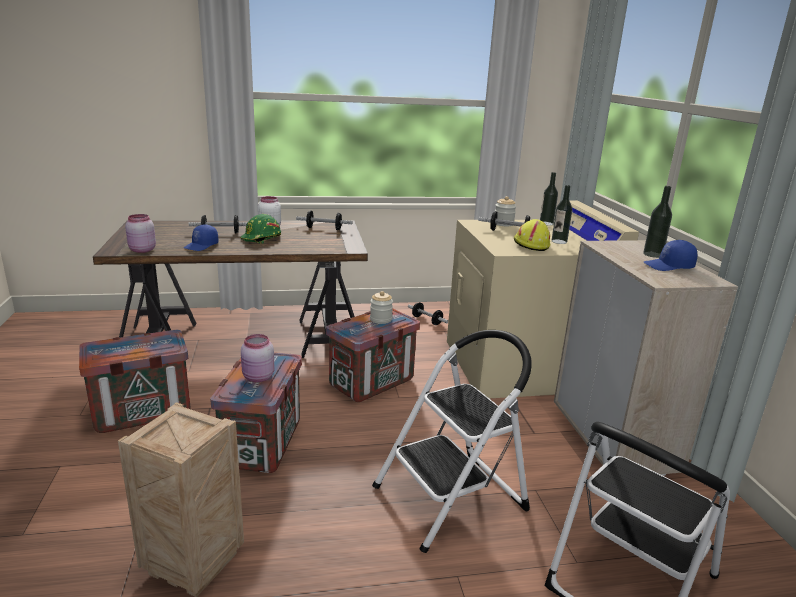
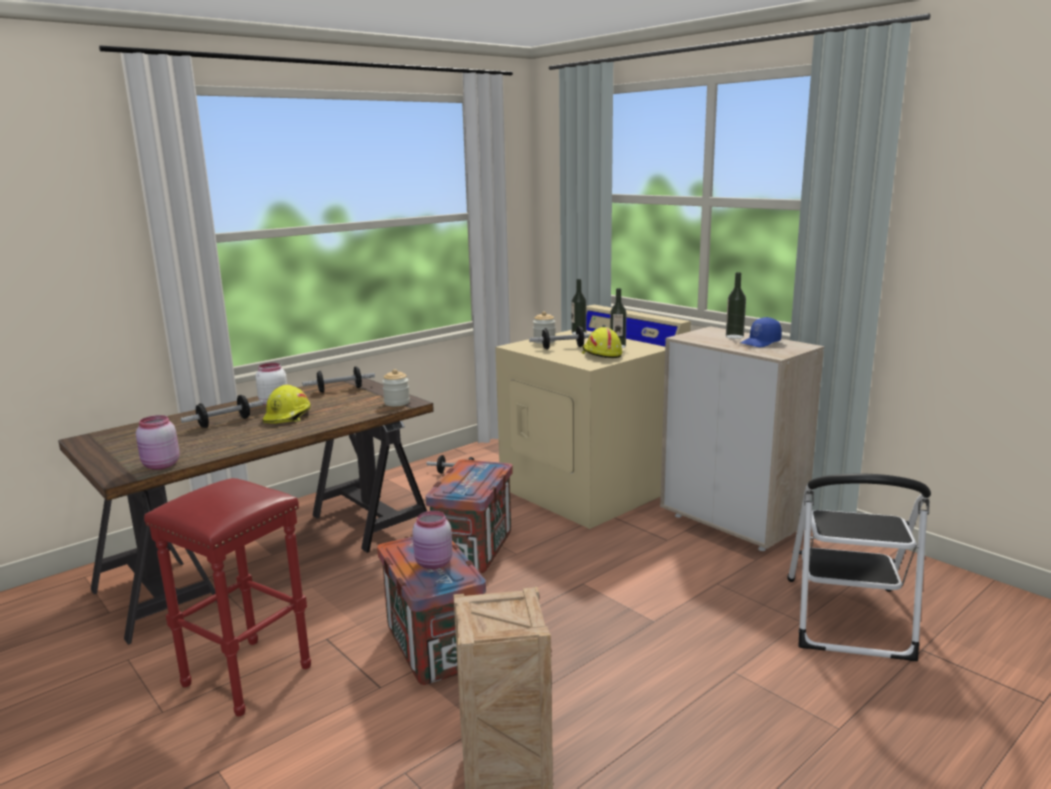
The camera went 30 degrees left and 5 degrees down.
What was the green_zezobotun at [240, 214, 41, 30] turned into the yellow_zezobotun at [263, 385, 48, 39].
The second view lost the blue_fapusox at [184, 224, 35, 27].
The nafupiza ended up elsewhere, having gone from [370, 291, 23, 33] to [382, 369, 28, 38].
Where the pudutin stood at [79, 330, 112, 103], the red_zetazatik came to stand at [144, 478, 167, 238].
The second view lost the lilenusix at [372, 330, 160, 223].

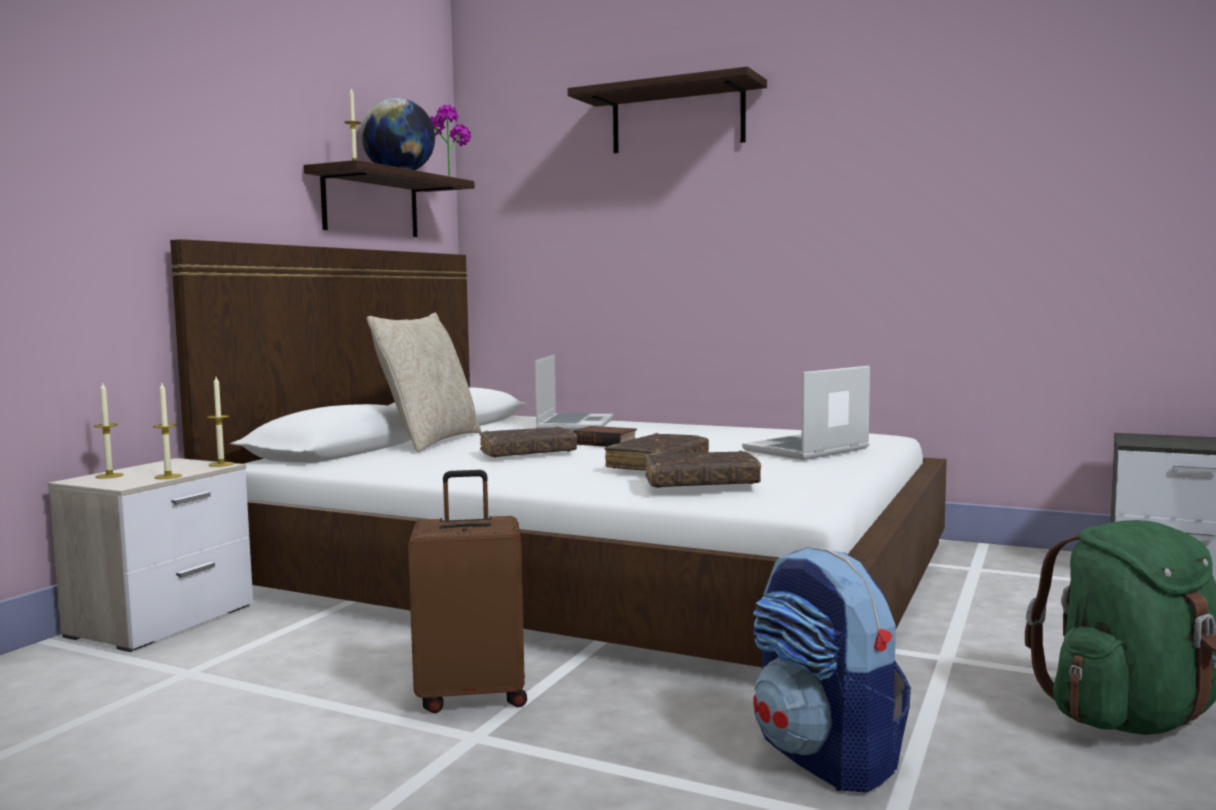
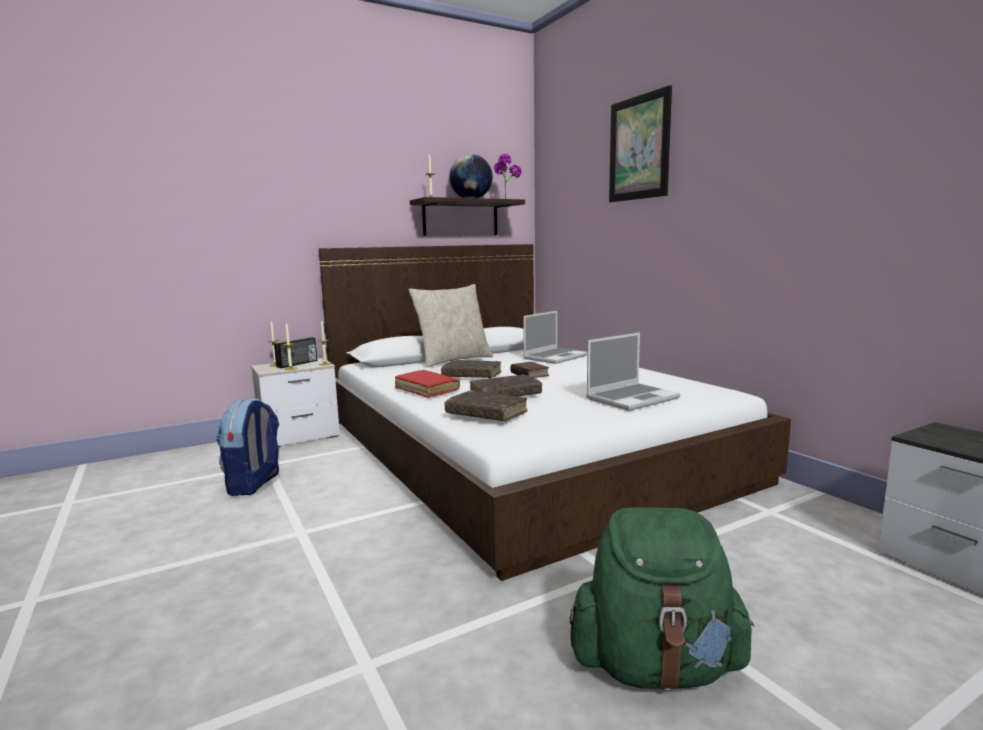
The camera went 35 degrees right and 5 degrees up.
Where the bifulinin hung at [568, 66, 199, 87], the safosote came to hang at [609, 85, 63, 117].
The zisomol at [742, 366, 128, 94] ended up facing another way, 150 degrees clockwise from before.
The second view lost the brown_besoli at [408, 470, 119, 243].
The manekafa ended up elsewhere, having gone from [753, 547, 158, 246] to [216, 397, 63, 99].
The second view gained the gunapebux at [274, 337, 43, 31].
The second view gained the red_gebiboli at [395, 370, 65, 28].

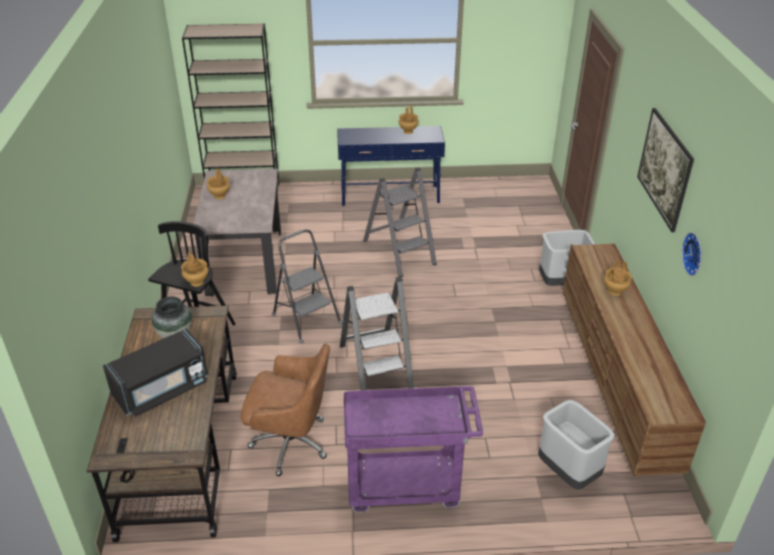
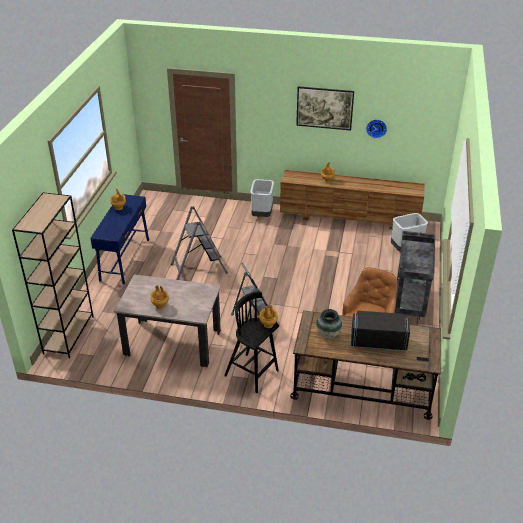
The camera went 75 degrees left and 0 degrees up.
The second view lost the grey_lilenusix at [340, 277, 74, 113].
The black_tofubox at [103, 328, 105, 89] ended up facing another way, 60 degrees counterclockwise from before.
What was the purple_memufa at [344, 386, 139, 127] turned into the grey_memufa at [395, 231, 40, 90].

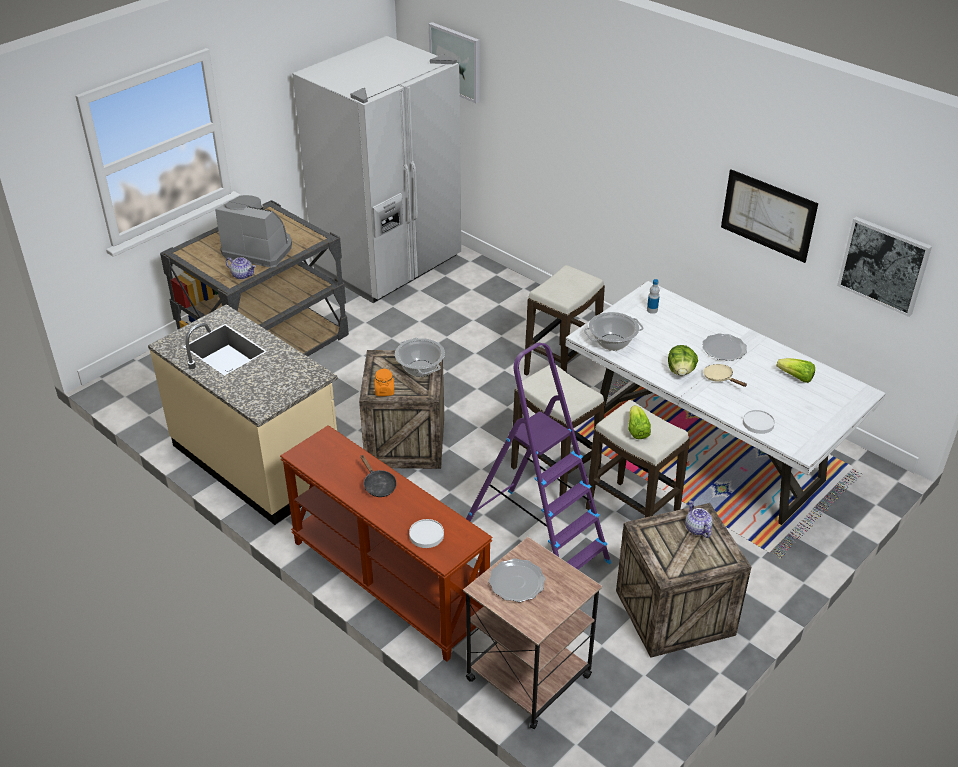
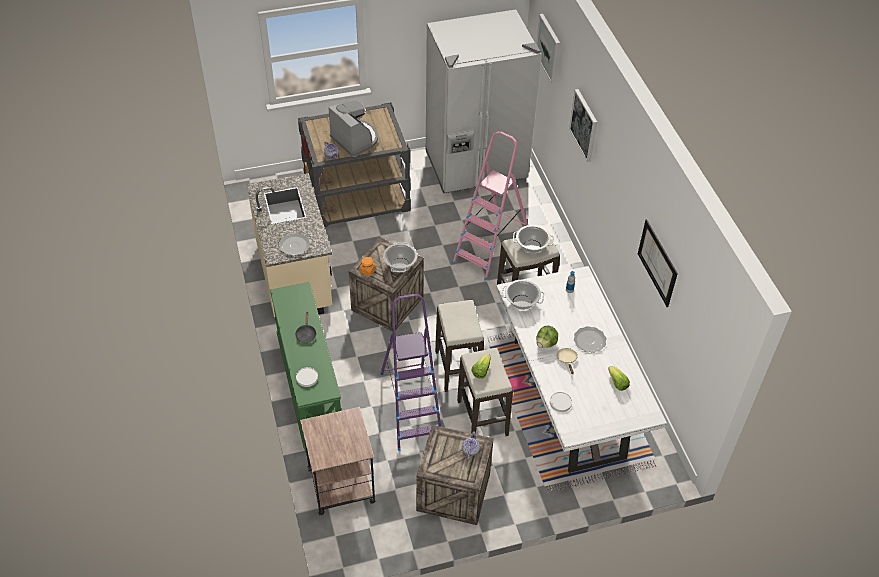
The camera went 30 degrees right and 10 degrees up.
The safosote ended up elsewhere, having gone from [837, 217, 95, 100] to [569, 89, 28, 73].
What was the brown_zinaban at [280, 425, 213, 237] turned into the green_zinaban at [270, 282, 71, 171].
The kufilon ended up elsewhere, having gone from [489, 558, 57, 44] to [279, 233, 31, 23].
The second view gained the pink_lilenusix at [452, 131, 76, 150].
The second view gained the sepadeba at [513, 225, 41, 28].

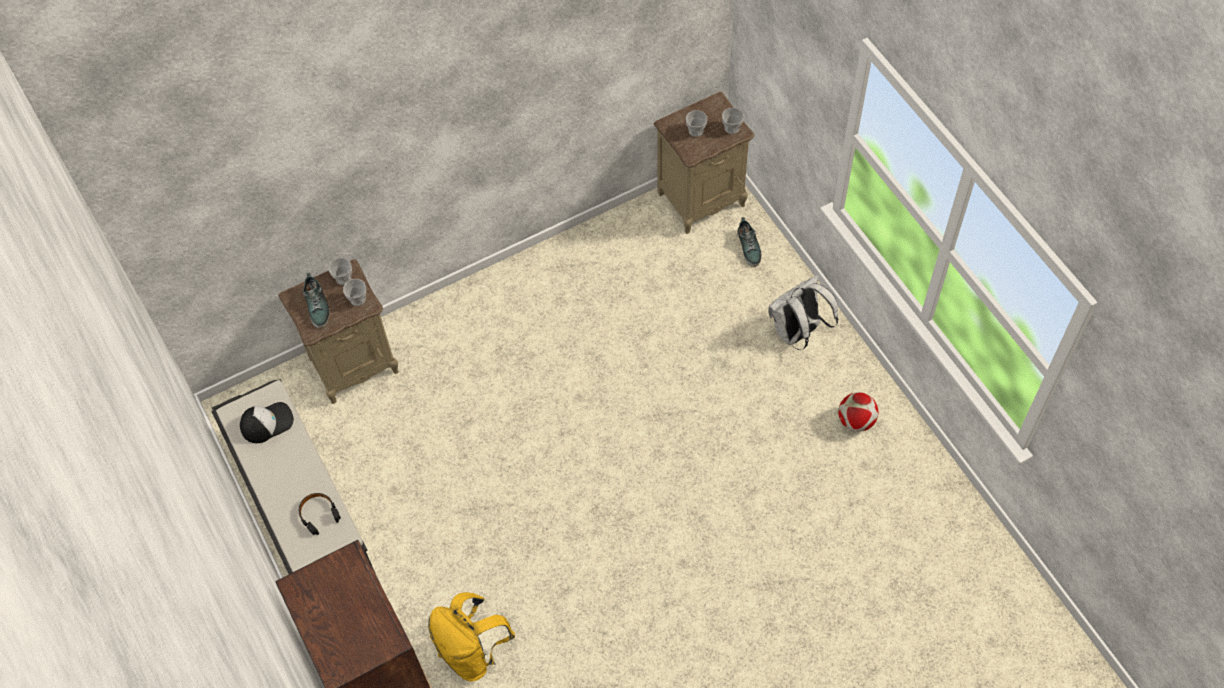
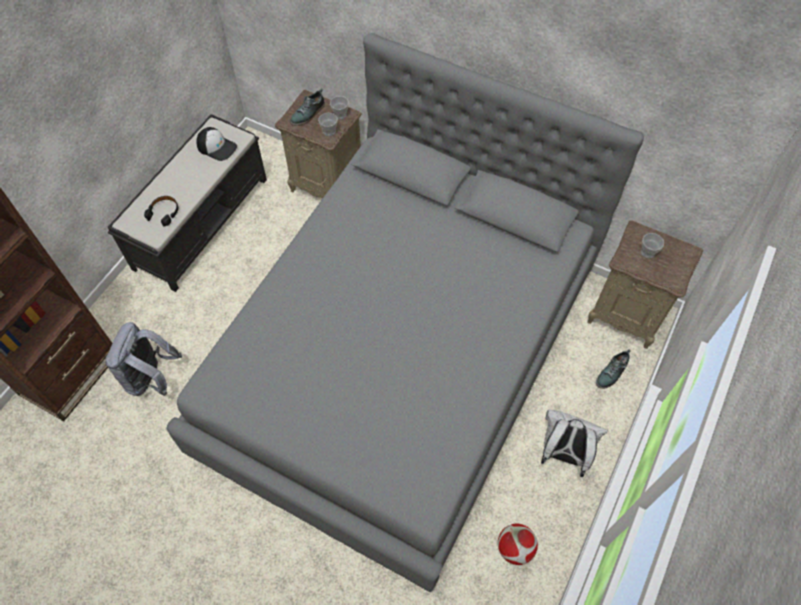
The camera went 55 degrees right and 0 degrees up.
The second view lost the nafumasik at [722, 108, 22, 26].
What was the yellow_manekafa at [428, 592, 87, 90] turned into the grey_manekafa at [105, 322, 77, 74].
The second view gained the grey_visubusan at [166, 33, 478, 559].

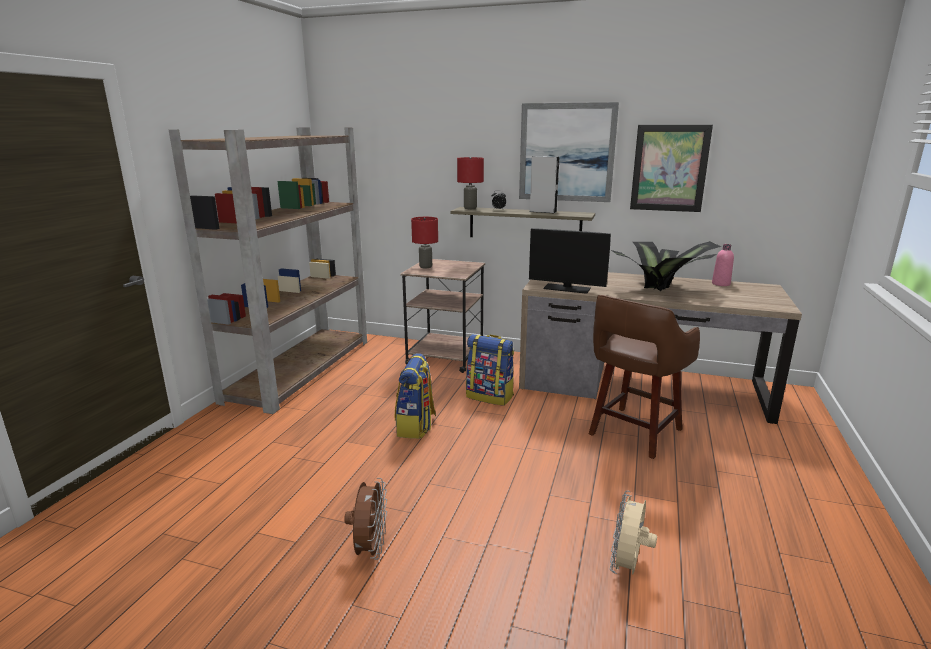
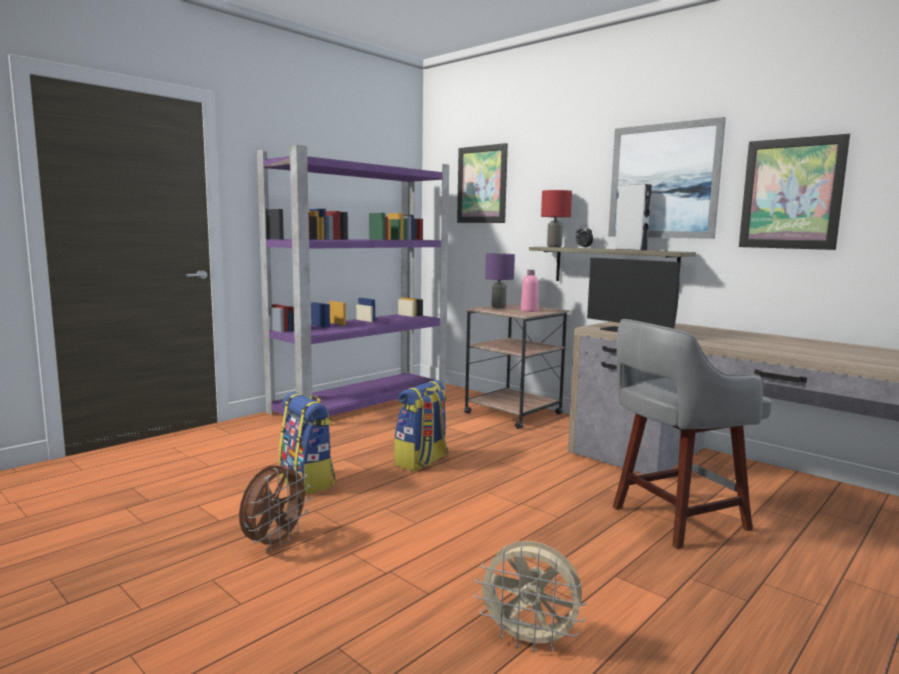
The camera went 25 degrees right and 10 degrees down.
What was the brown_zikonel at [169, 128, 198, 286] turned into the purple_zikonel at [257, 145, 192, 271].
What was the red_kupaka at [411, 217, 27, 51] turned into the purple_kupaka at [485, 253, 30, 55].
The second view lost the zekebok at [611, 241, 110, 50].
The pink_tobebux ended up elsewhere, having gone from [712, 244, 22, 42] to [521, 270, 18, 42].
What was the brown_zetazatik at [589, 295, 111, 164] turned into the grey_zetazatik at [613, 319, 159, 230].
The manekafa ended up elsewhere, having gone from [466, 334, 48, 72] to [278, 392, 58, 103].
The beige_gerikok at [610, 491, 47, 84] ended up facing another way, 120 degrees counterclockwise from before.
The second view gained the safosote at [457, 143, 51, 80].

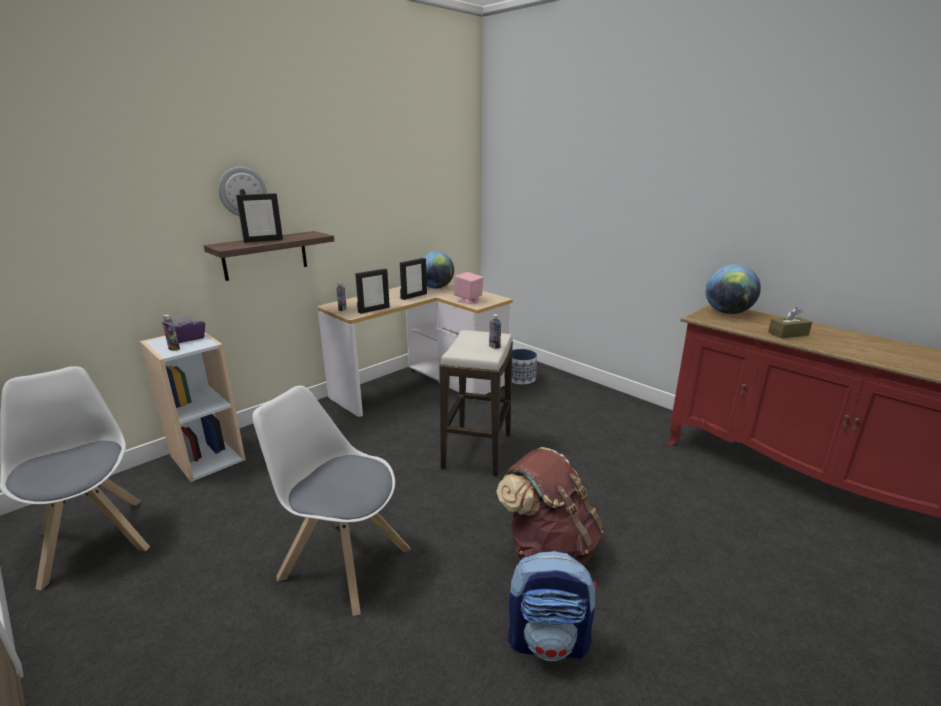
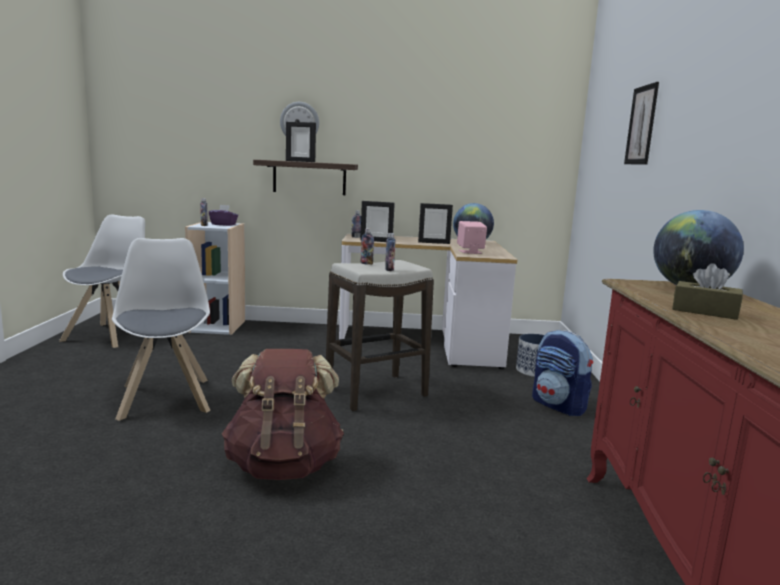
The camera went 45 degrees right and 10 degrees down.
The manekafa ended up elsewhere, having gone from [508, 551, 89, 110] to [532, 330, 61, 86].
The second view gained the safosote at [624, 82, 35, 82].
The second view gained the tobebux at [361, 228, 13, 37].

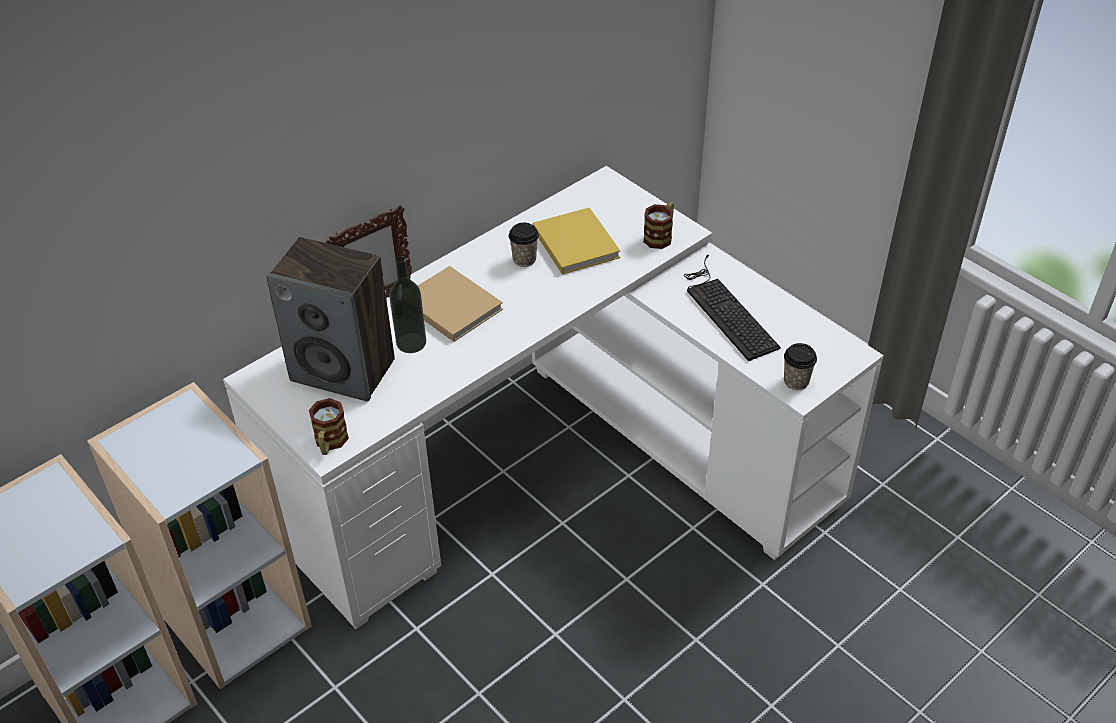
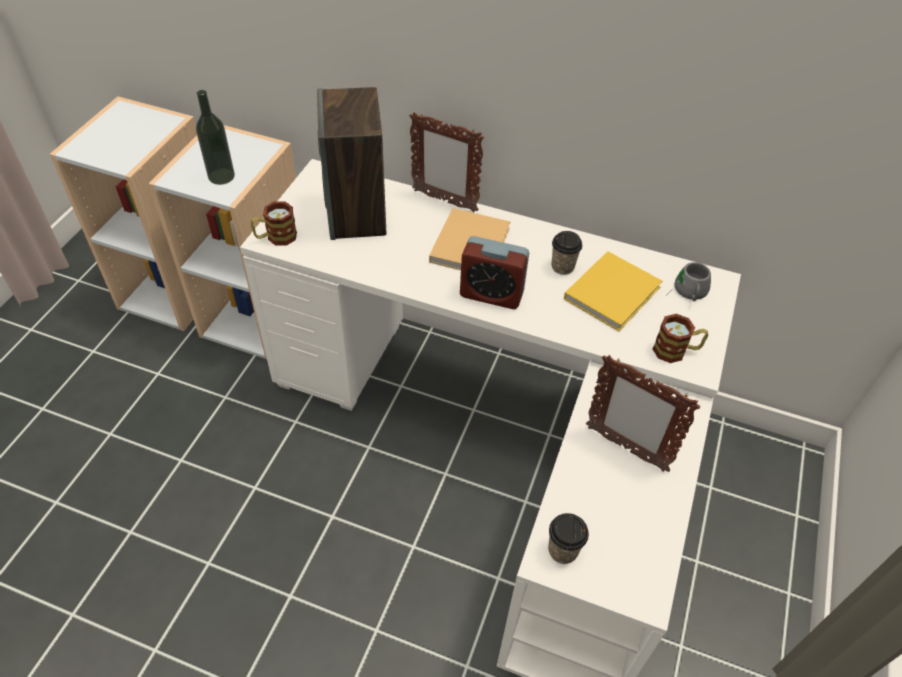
The camera went 60 degrees right and 5 degrees up.
Where the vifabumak stood at [684, 255, 97, 106], the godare came to stand at [586, 355, 115, 117].
The tobebux ended up elsewhere, having gone from [390, 256, 36, 97] to [196, 90, 39, 95].
The second view gained the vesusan at [460, 236, 69, 73].
The second view gained the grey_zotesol at [667, 262, 44, 39].

